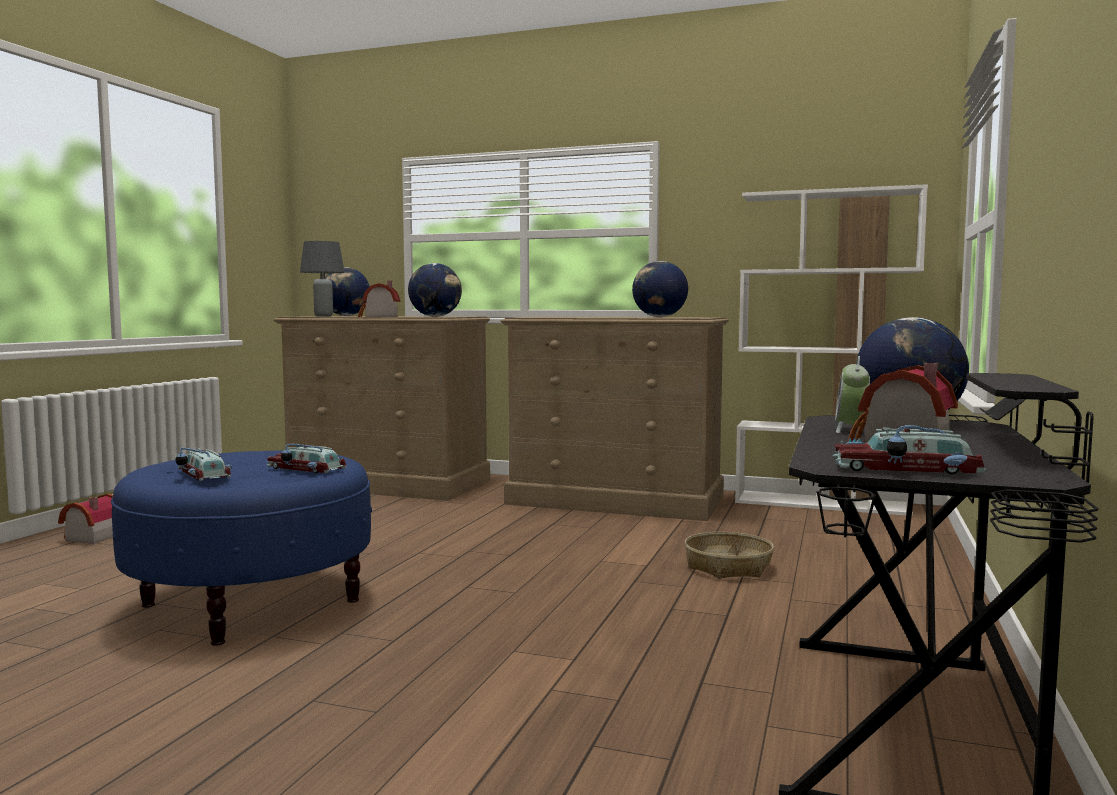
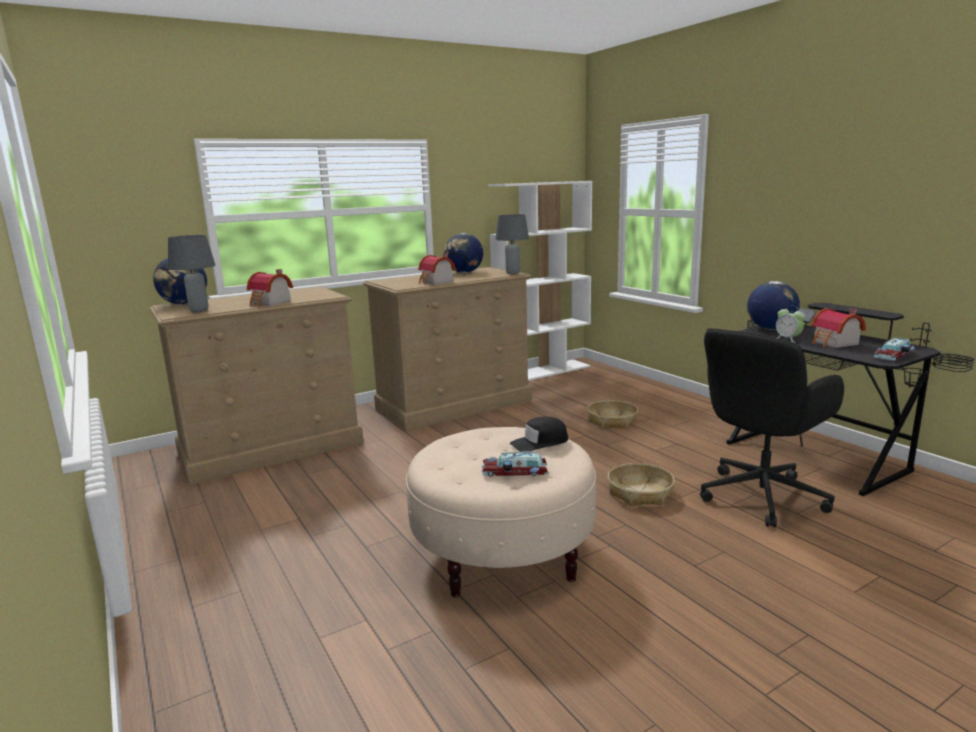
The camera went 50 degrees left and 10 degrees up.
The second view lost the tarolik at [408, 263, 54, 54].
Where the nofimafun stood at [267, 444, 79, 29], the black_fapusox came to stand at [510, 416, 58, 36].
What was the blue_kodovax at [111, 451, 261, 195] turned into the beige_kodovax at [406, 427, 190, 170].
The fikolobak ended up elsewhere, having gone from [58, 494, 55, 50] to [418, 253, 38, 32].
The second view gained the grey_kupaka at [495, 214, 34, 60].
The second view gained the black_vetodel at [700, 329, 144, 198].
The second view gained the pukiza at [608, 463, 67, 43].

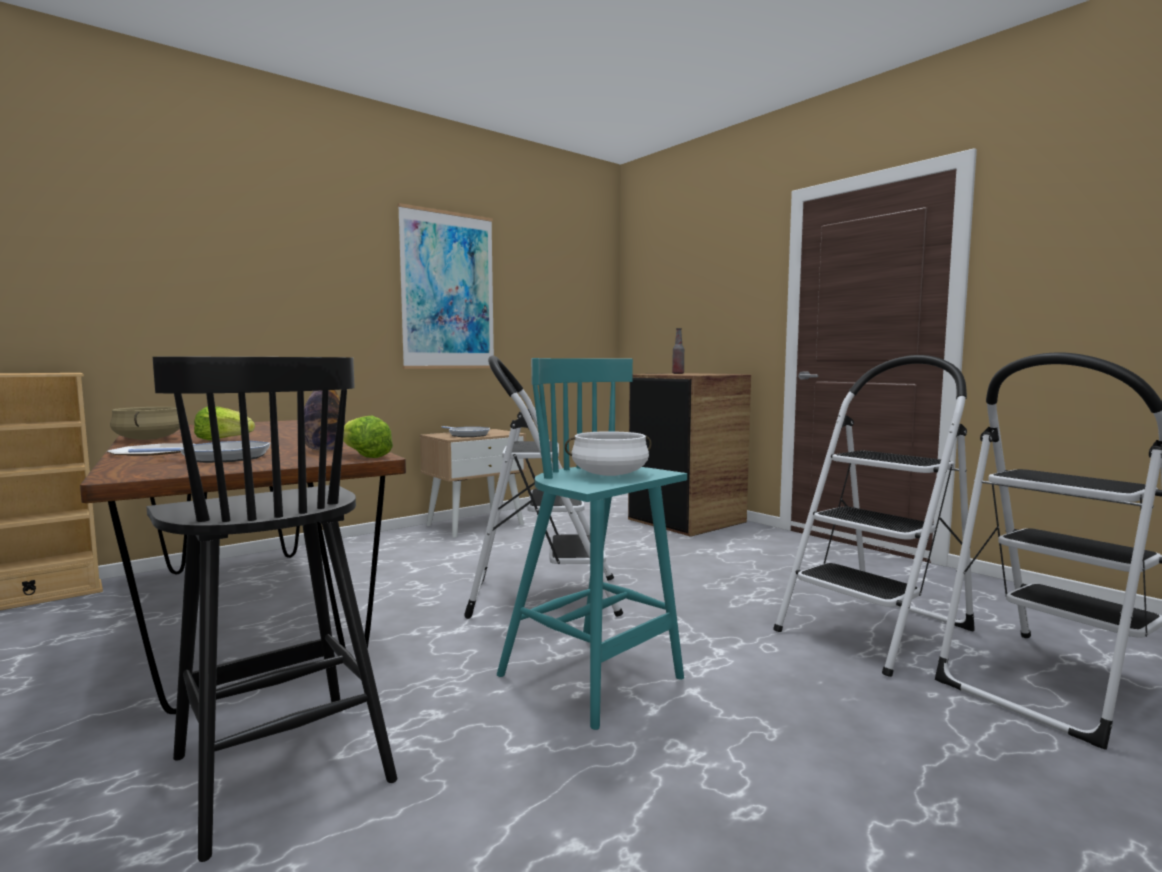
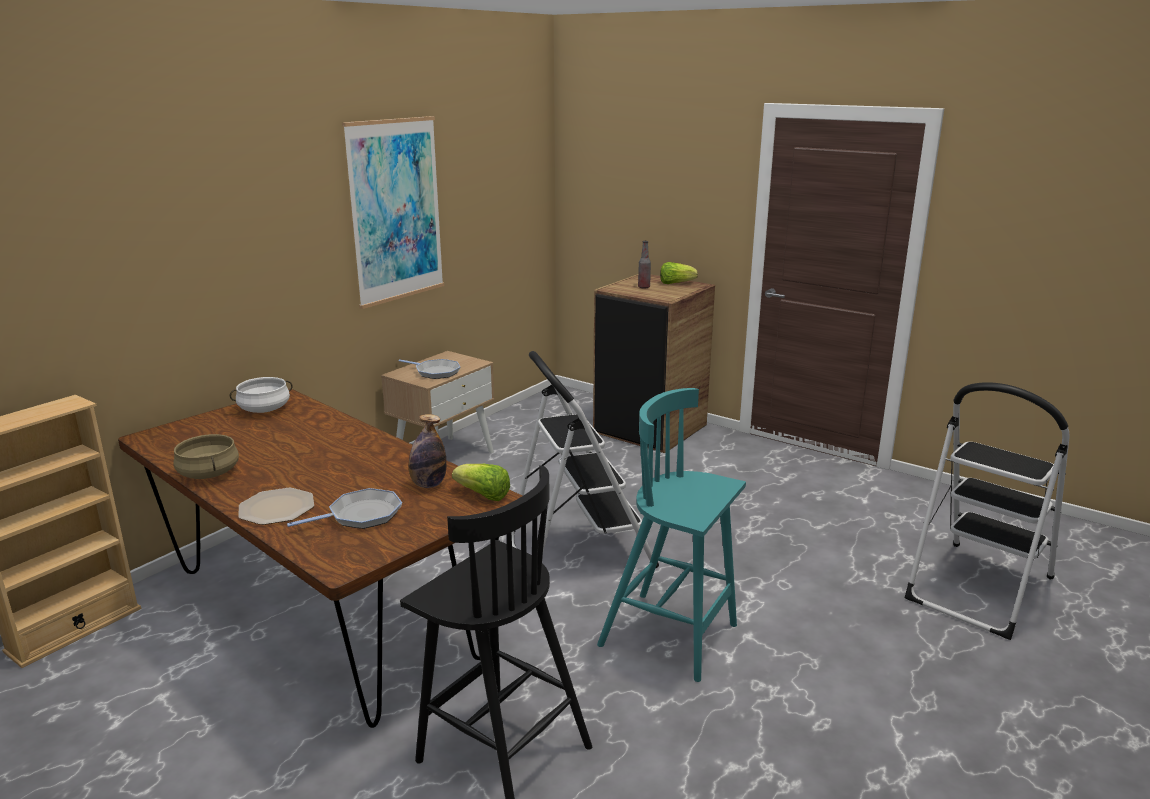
The camera went 15 degrees left and 15 degrees up.
The second view lost the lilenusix at [773, 355, 202, 322].
The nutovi ended up elsewhere, having gone from [194, 406, 61, 34] to [660, 262, 38, 22].
The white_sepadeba ended up elsewhere, having gone from [565, 431, 87, 45] to [230, 377, 63, 36].

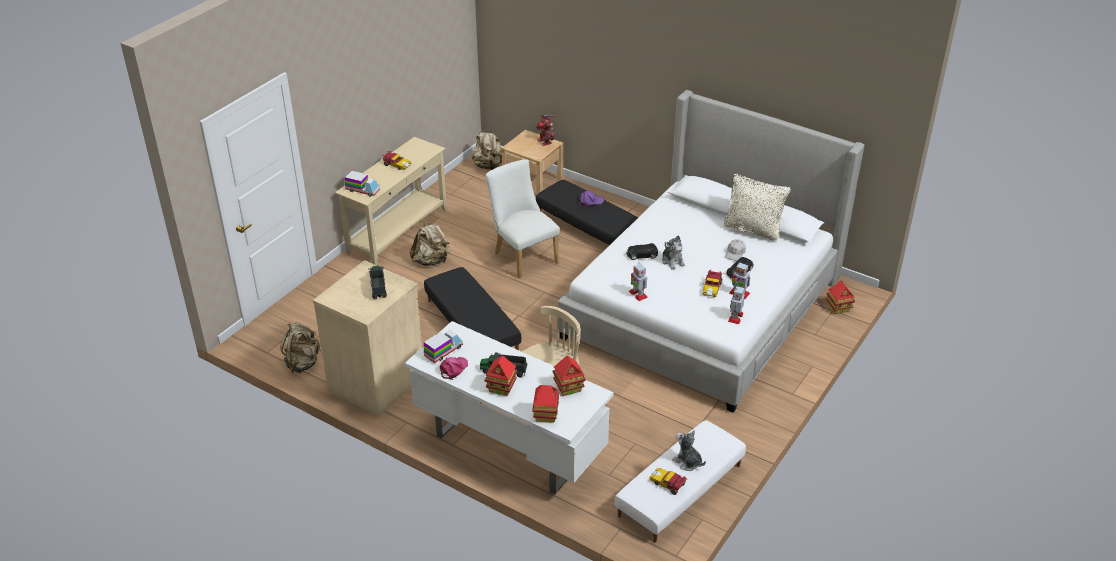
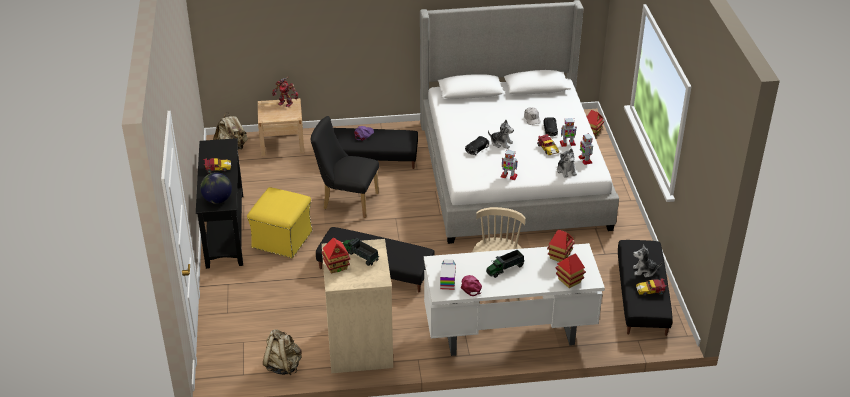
The camera went 40 degrees left and 0 degrees up.
What was the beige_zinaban at [335, 137, 112, 129] turned into the black_zinaban at [196, 138, 47, 131].
What was the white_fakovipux at [485, 159, 75, 119] turned into the black_fakovipux at [311, 116, 68, 102].
Where the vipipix stood at [345, 171, 35, 26], the tarolik came to stand at [200, 172, 32, 32].
The second view lost the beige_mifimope at [724, 173, 67, 68].
Where the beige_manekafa stood at [410, 220, 41, 46], the yellow_kodovax came to stand at [247, 187, 66, 71].
The fikolobak ended up elsewhere, having gone from [485, 355, 32, 41] to [322, 238, 28, 36].
What was the white_kodovax at [615, 420, 131, 122] turned into the black_kodovax at [618, 240, 55, 96].
The second view gained the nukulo at [557, 148, 20, 30].

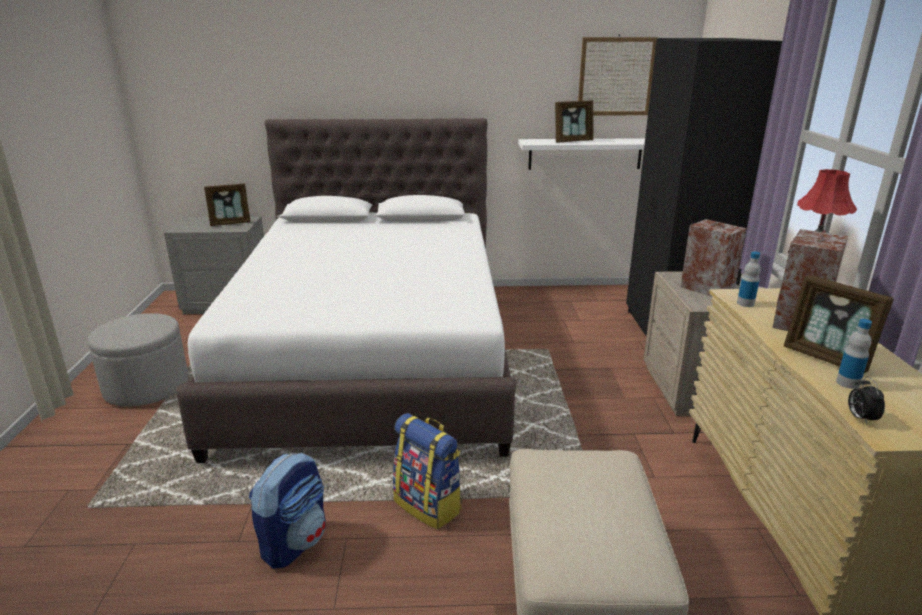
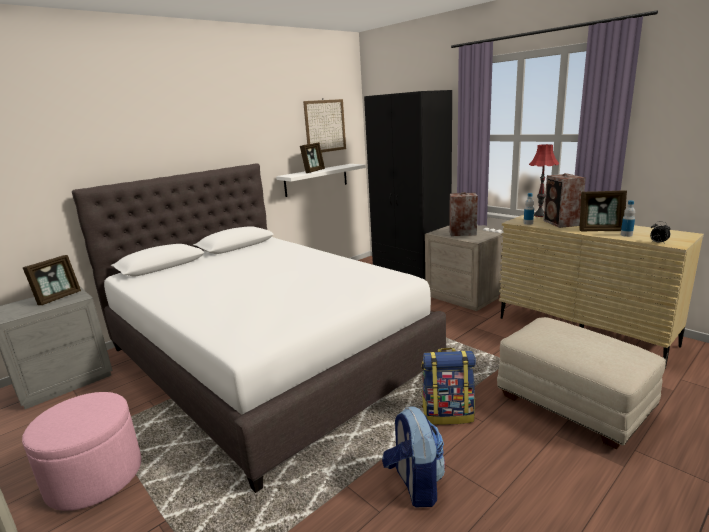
The camera went 40 degrees left and 5 degrees down.
What was the grey_kodovax at [87, 313, 102, 93] turned into the pink_kodovax at [22, 392, 119, 119].

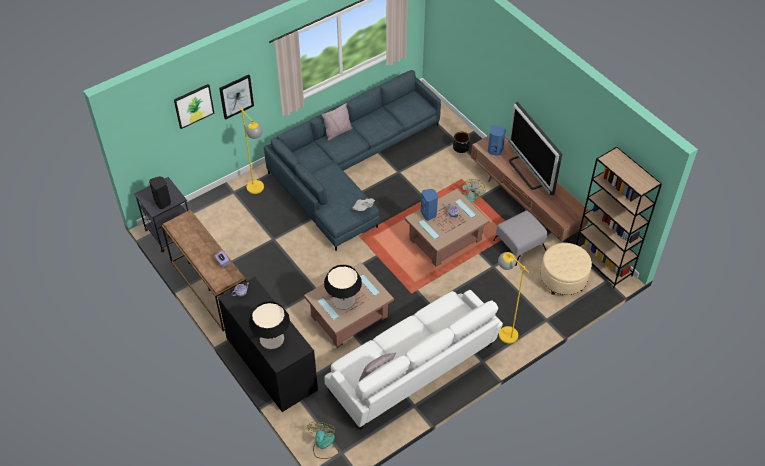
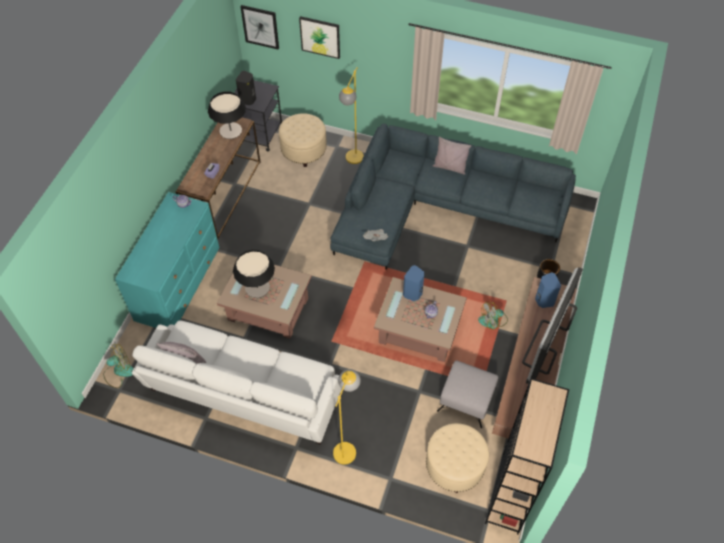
The camera went 55 degrees right and 5 degrees up.
The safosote ended up elsewhere, having gone from [219, 75, 35, 45] to [240, 5, 39, 44].
What was the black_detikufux at [218, 277, 100, 135] turned into the turquoise_detikufux at [115, 192, 104, 136].
The kupaka ended up elsewhere, having gone from [249, 301, 41, 48] to [208, 91, 38, 48].
The second view gained the beige_kodovax at [279, 113, 48, 54].

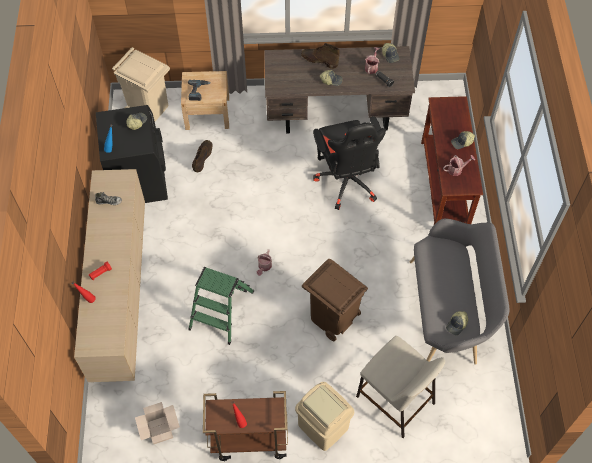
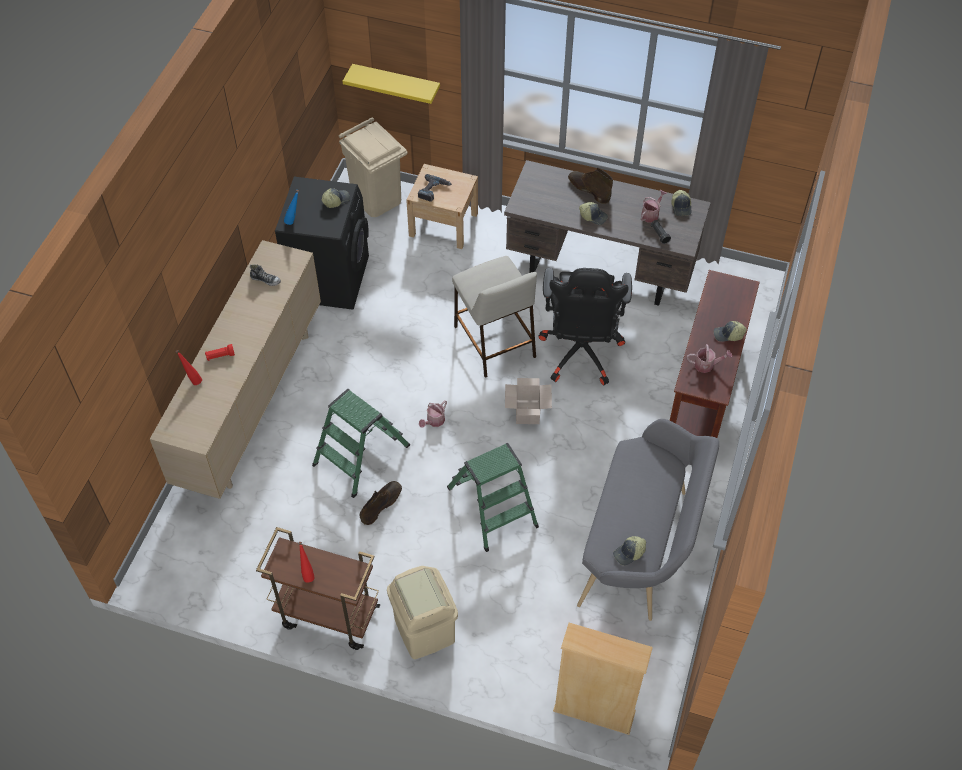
The camera went 20 degrees right and 5 degrees down.
The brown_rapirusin ended up elsewhere, having gone from [192, 140, 21, 32] to [360, 481, 42, 44].
Where the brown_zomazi stood at [302, 259, 66, 82], the green_lilenusix came to stand at [447, 443, 92, 109].
The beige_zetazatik ended up elsewhere, having gone from [356, 336, 89, 102] to [452, 256, 85, 122].
The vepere ended up elsewhere, having gone from [135, 402, 45, 42] to [505, 378, 47, 46].
The second view gained the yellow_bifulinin at [343, 64, 97, 40].
The second view gained the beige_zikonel at [553, 623, 100, 112].

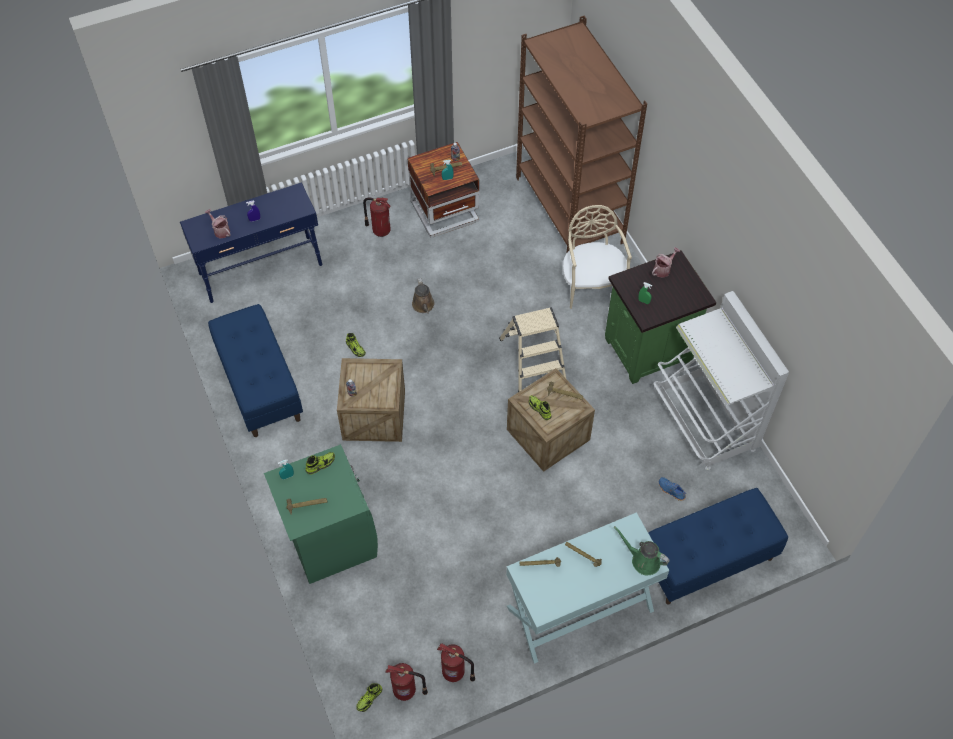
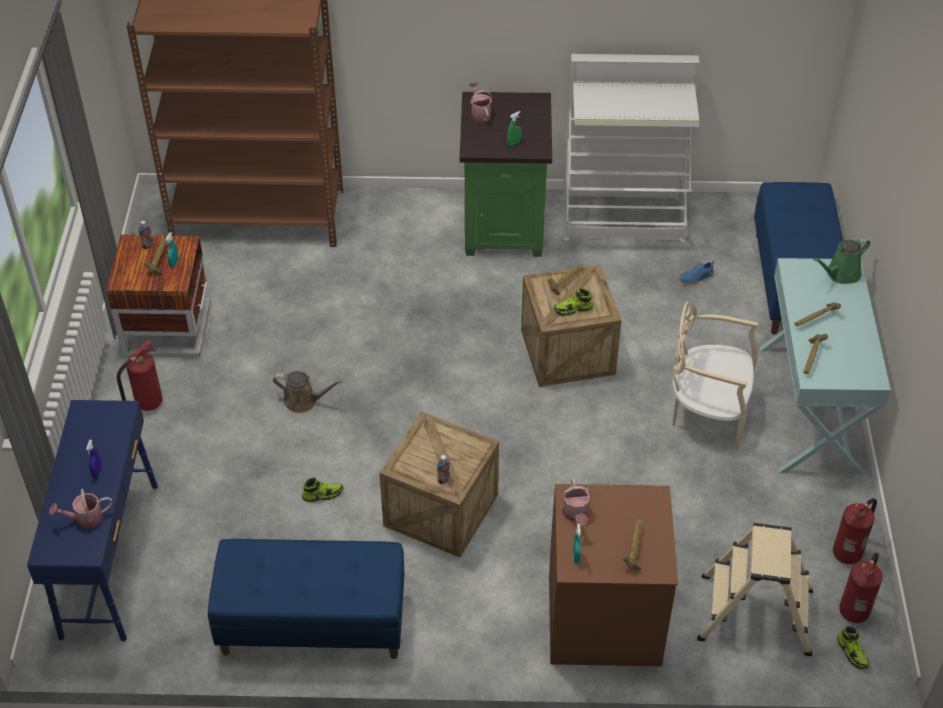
The camera went 65 degrees left and 10 degrees down.
The beige_fakovipux ended up elsewhere, having gone from [563, 205, 69, 104] to [672, 302, 86, 149].
The beige_lilenusix ended up elsewhere, having gone from [499, 307, 67, 85] to [697, 523, 116, 133].
What was the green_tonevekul at [264, 444, 114, 140] turned into the brown_tonevekul at [549, 484, 129, 182].
Where the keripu stood at [305, 452, 30, 22], the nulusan came to stand at [562, 479, 29, 47].

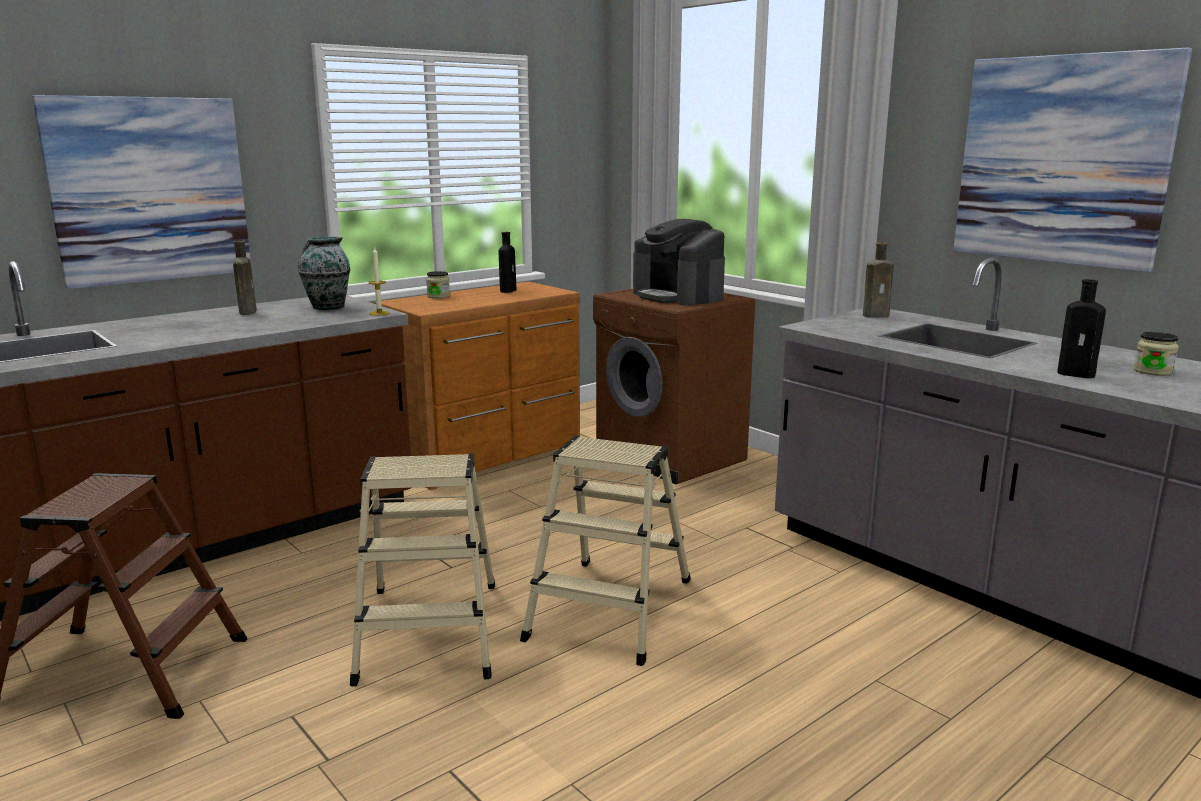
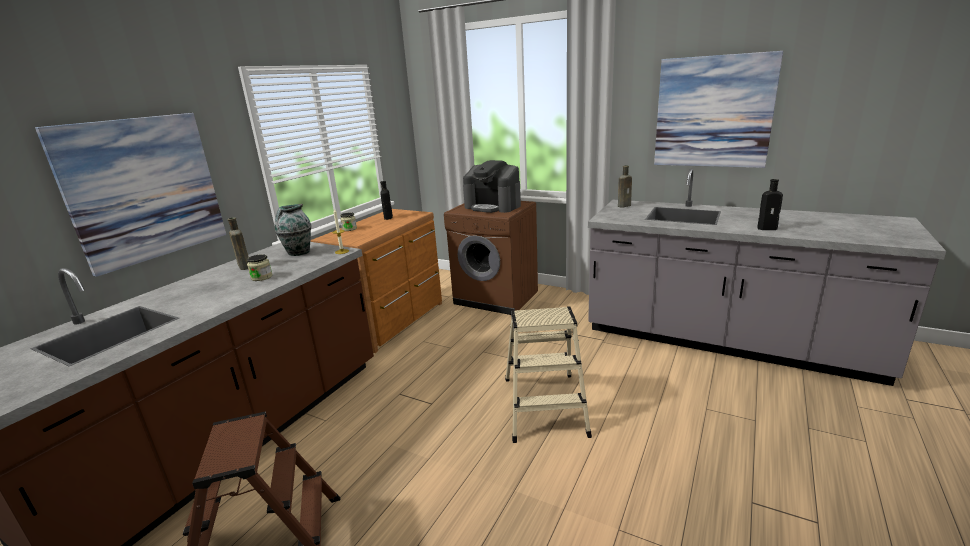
The camera went 20 degrees left and 5 degrees up.
The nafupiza ended up elsewhere, having gone from [1133, 332, 46, 44] to [247, 254, 25, 27].
The second view lost the beige_lilenusix at [350, 453, 145, 233].

